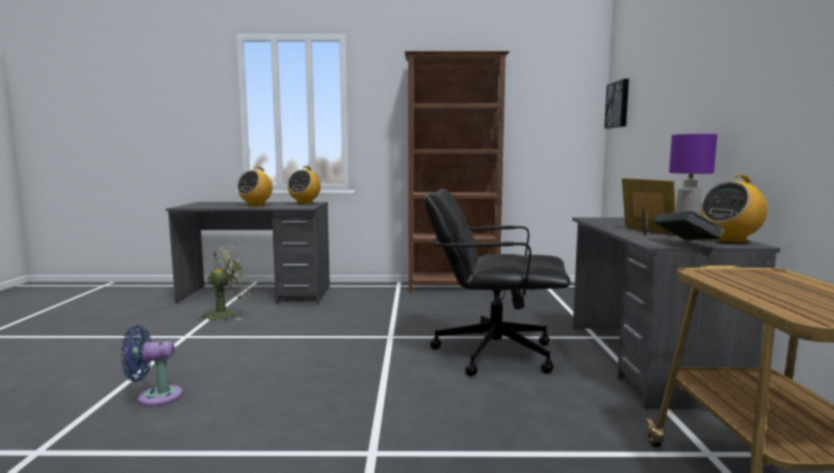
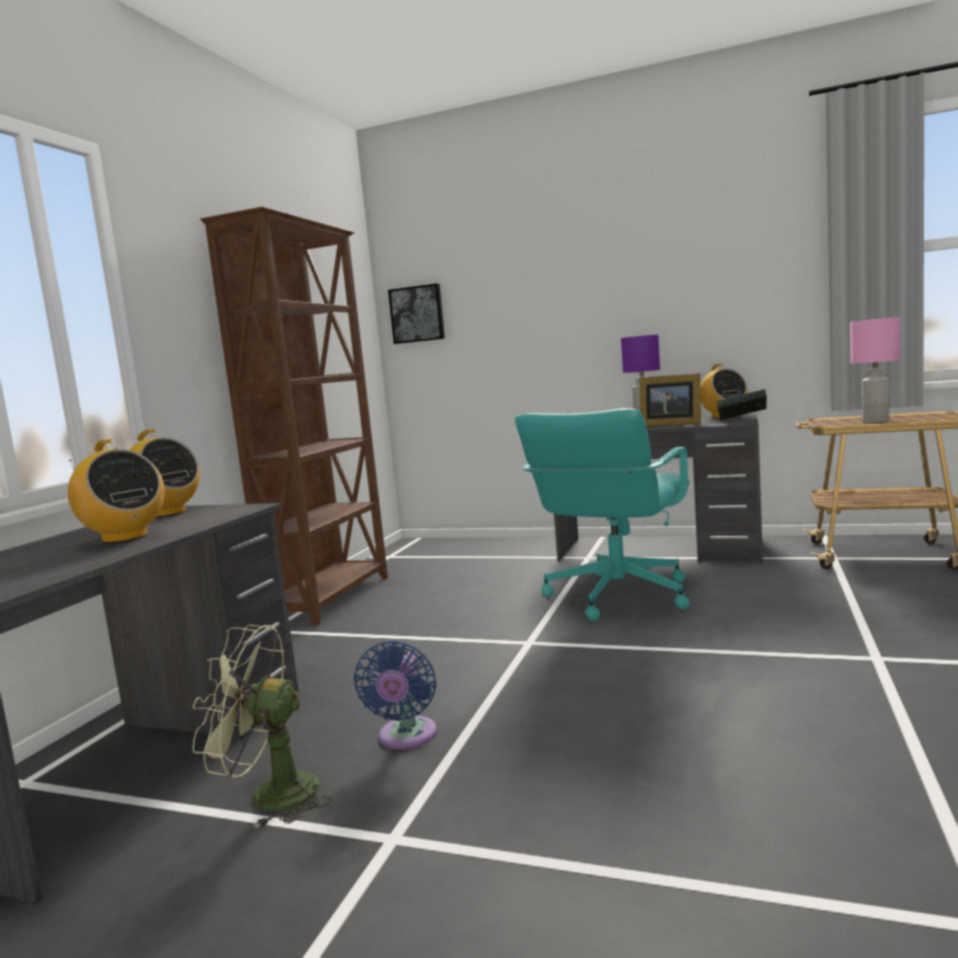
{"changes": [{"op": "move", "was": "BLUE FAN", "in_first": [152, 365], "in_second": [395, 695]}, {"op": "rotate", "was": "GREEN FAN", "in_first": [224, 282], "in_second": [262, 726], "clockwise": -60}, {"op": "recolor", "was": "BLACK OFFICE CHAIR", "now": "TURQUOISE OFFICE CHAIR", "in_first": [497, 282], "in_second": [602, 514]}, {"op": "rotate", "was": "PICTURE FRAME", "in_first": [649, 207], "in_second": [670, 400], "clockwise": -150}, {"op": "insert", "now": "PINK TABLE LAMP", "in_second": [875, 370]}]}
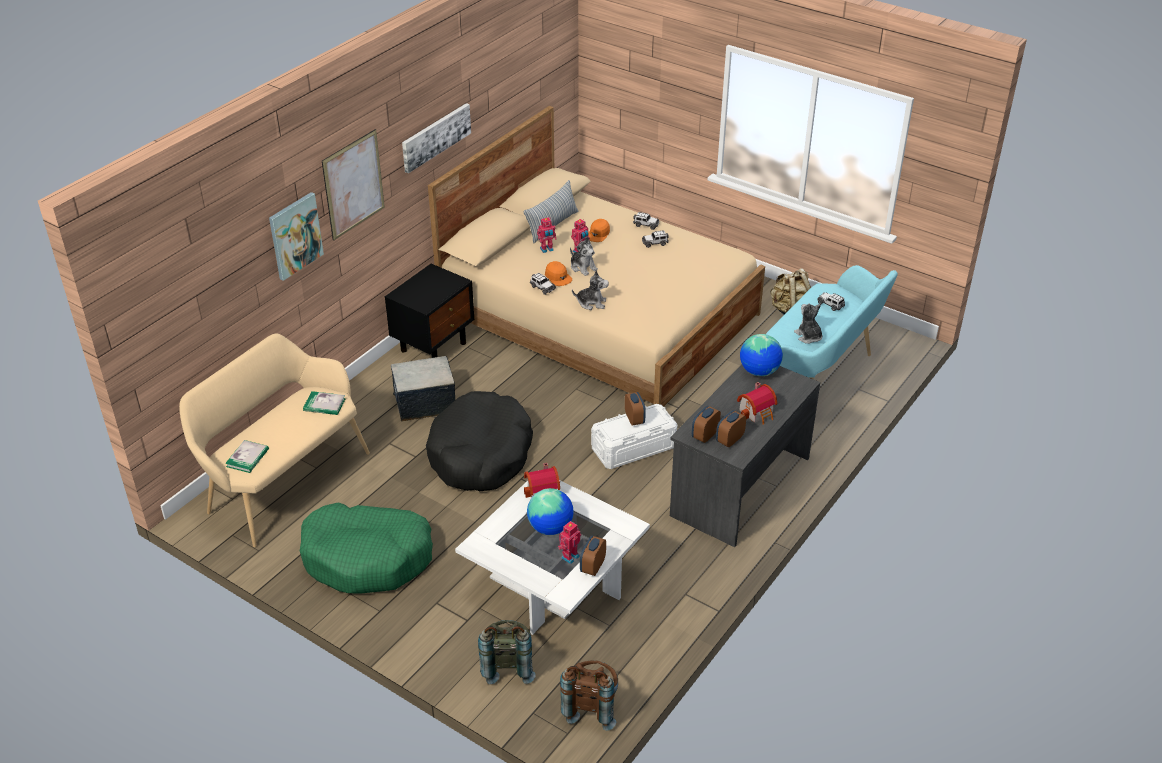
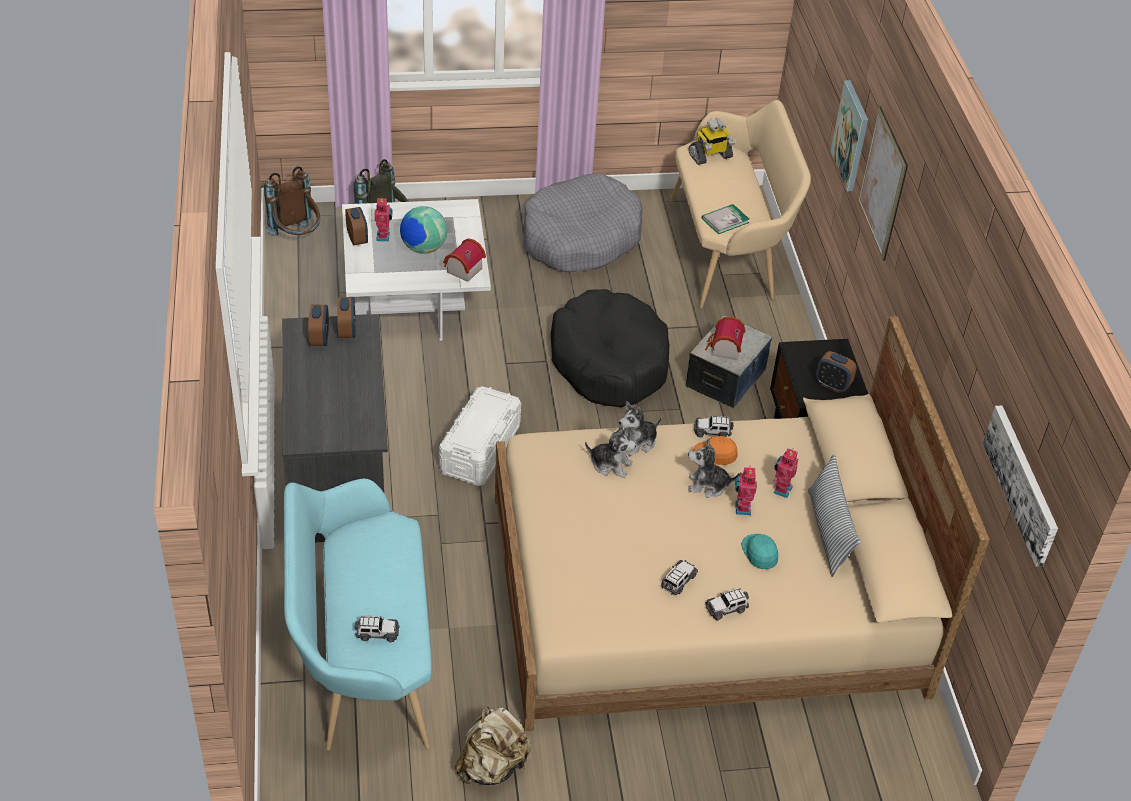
{"changes": [{"op": "replace", "was": "BOOK", "now": "TOY ROBOT", "in_first": [247, 456], "in_second": [712, 141]}, {"op": "recolor", "was": "GREEN DOG BED", "now": "GREY DOG BED", "in_first": [366, 547], "in_second": [583, 223]}, {"op": "move", "was": "PICTURE", "in_first": [436, 138], "in_second": [1020, 486]}, {"op": "recolor", "was": "ORANGE CAP", "now": "TURQUOISE CAP", "in_first": [599, 230], "in_second": [759, 551]}, {"op": "move", "was": "ALARM CLOCK", "in_first": [635, 409], "in_second": [836, 372]}, {"op": "move", "was": "TOY HOUSE", "in_first": [757, 403], "in_second": [725, 338]}, {"op": "delete", "was": "GLOBE", "in_first": [761, 355]}, {"op": "move", "was": "PLUSH TOY", "in_first": [808, 323], "in_second": [610, 452]}]}
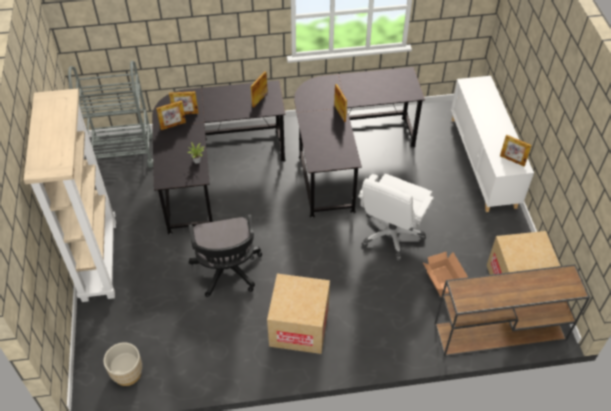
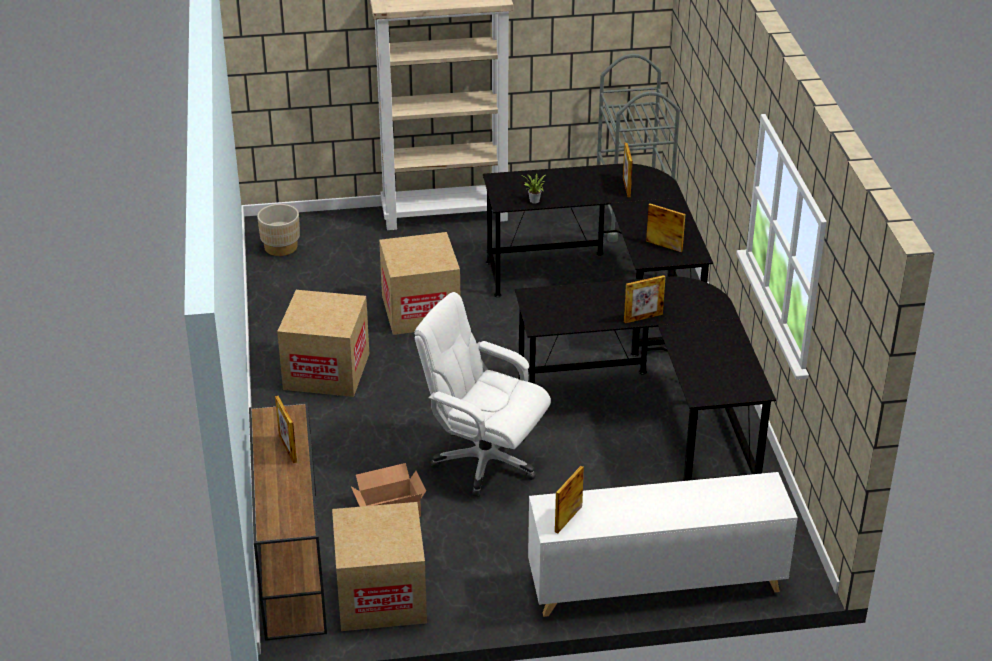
{"changes": [{"op": "move", "was": "PICTURE FRAME", "in_first": [171, 115], "in_second": [286, 429]}, {"op": "replace", "was": "BLACK OFFICE CHAIR", "now": "CARDBOARD BOX", "in_first": [225, 255], "in_second": [419, 283]}]}
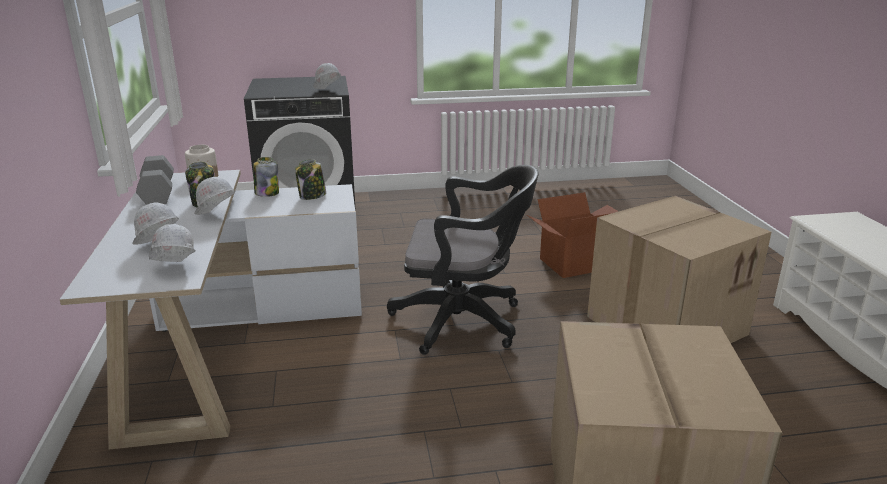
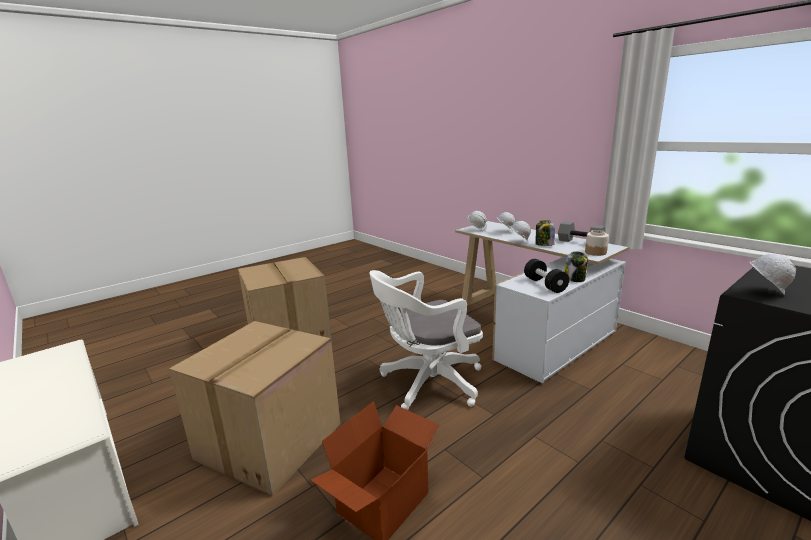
{"changes": [{"op": "replace", "was": "JAR", "now": "BLACK DUMBBELL", "in_first": [310, 179], "in_second": [546, 276]}, {"op": "recolor", "was": "BLACK OFFICE CHAIR", "now": "WHITE OFFICE CHAIR", "in_first": [463, 260], "in_second": [426, 340]}]}
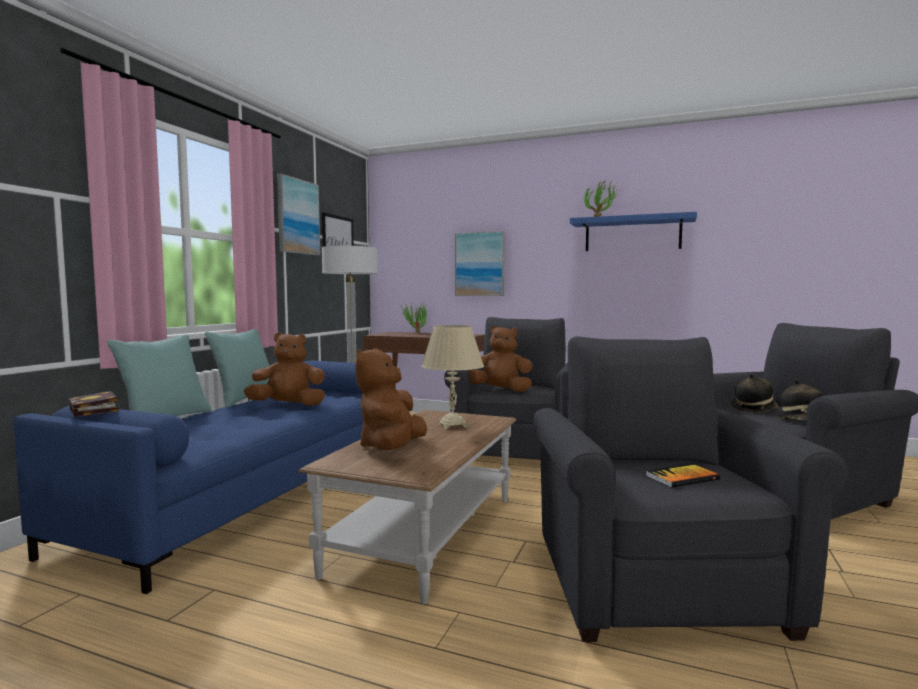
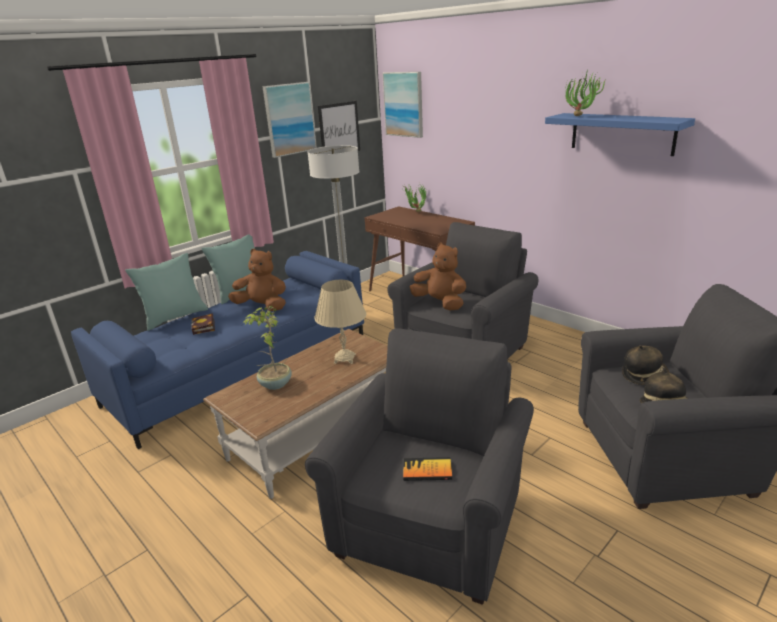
{"changes": [{"op": "move", "was": "BOOK", "in_first": [94, 404], "in_second": [203, 324]}, {"op": "replace", "was": "BROWN PLUSH TOY", "now": "POTTED PLANT", "in_first": [391, 399], "in_second": [268, 348]}, {"op": "move", "was": "PICTURE", "in_first": [480, 263], "in_second": [403, 105]}]}
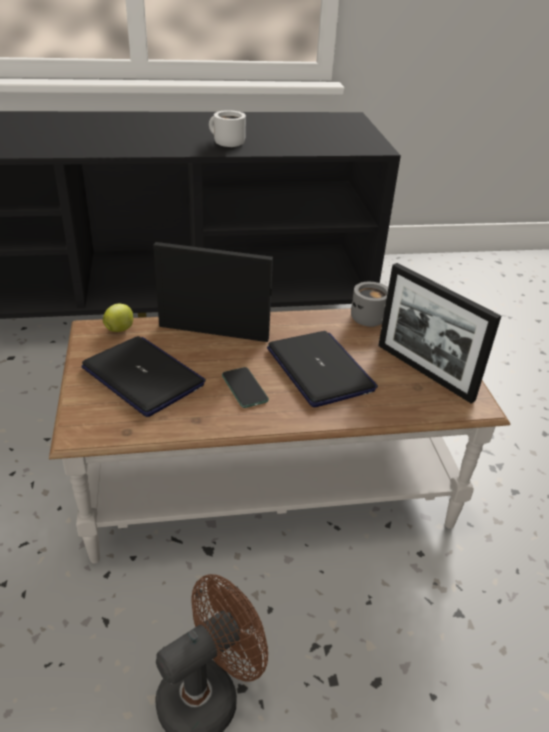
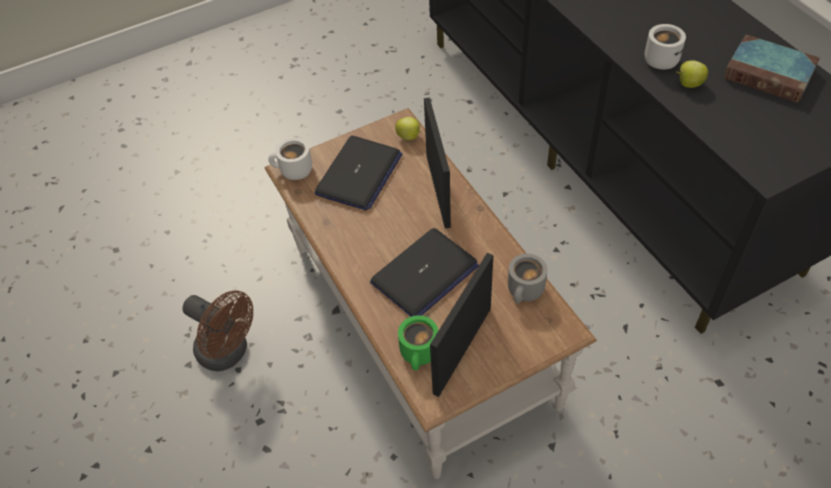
{"changes": [{"op": "delete", "was": "PHONE", "in_first": [245, 387]}, {"op": "insert", "now": "WHITE MUG", "in_second": [290, 159]}, {"op": "insert", "now": "GREEN MUG", "in_second": [418, 342]}, {"op": "insert", "now": "APPLE", "in_second": [692, 74]}, {"op": "insert", "now": "BOOK", "in_second": [771, 69]}]}
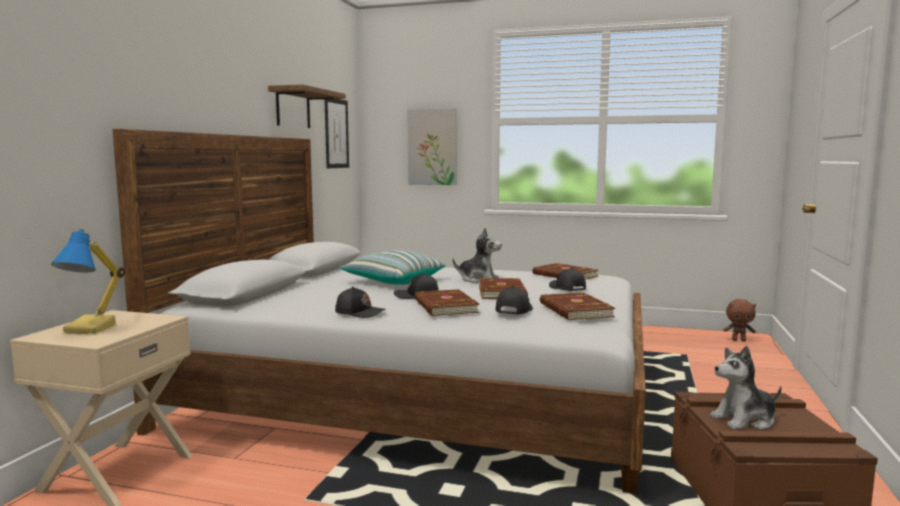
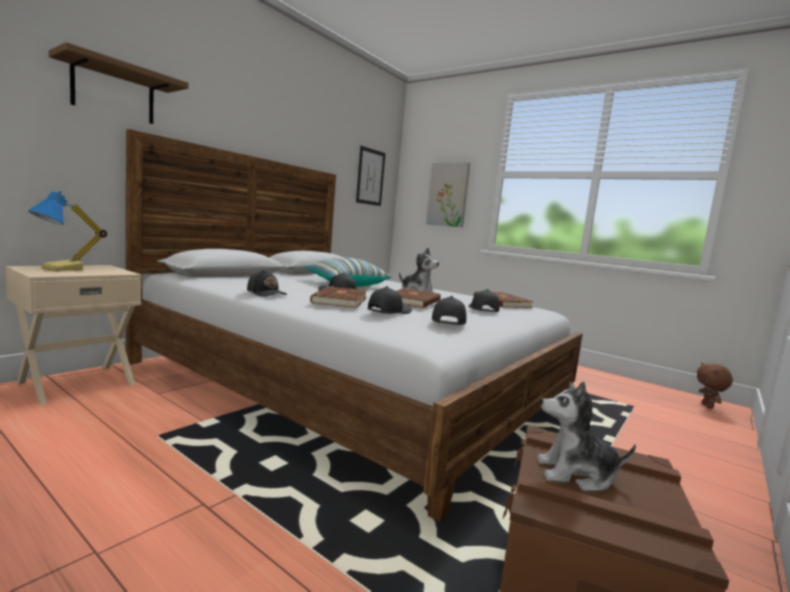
{"changes": [{"op": "move", "was": "SHELF", "in_first": [307, 106], "in_second": [119, 83]}, {"op": "replace", "was": "BROWN BOOK", "now": "BLACK CAP", "in_first": [577, 306], "in_second": [449, 310]}, {"op": "rotate", "was": "BROWN PLUSH TOY", "in_first": [740, 320], "in_second": [715, 385], "clockwise": 60}]}
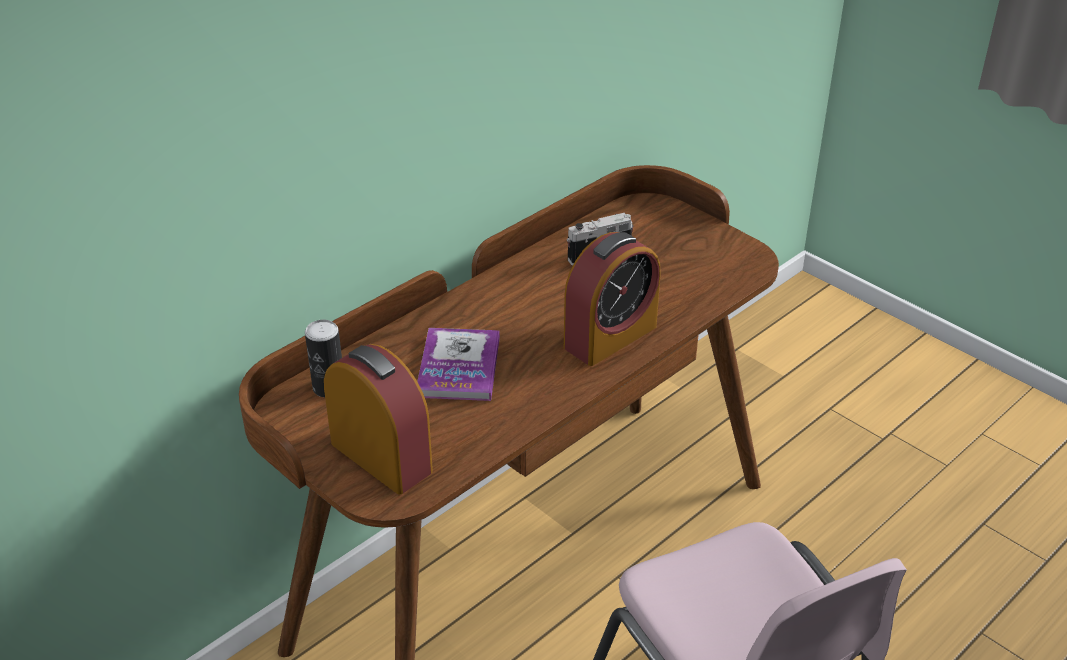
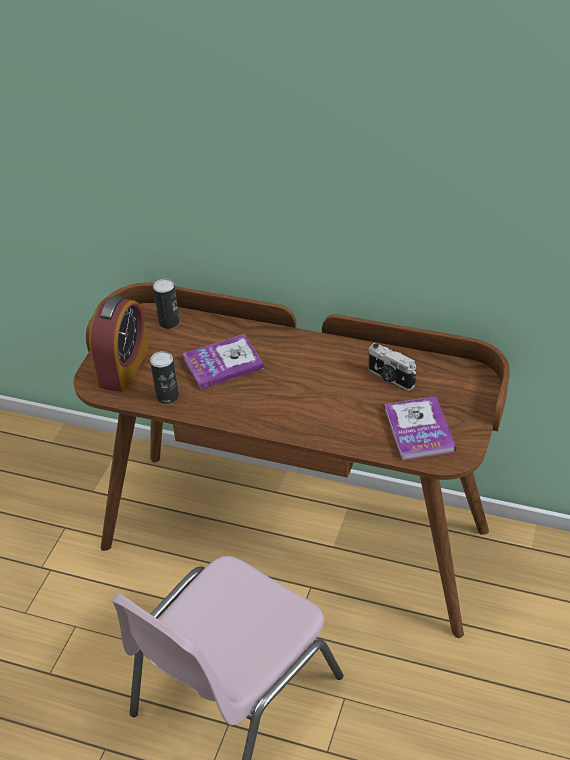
{"changes": [{"op": "delete", "was": "ALARM CLOCK", "in_first": [612, 299]}, {"op": "insert", "now": "CAN", "in_second": [164, 377]}, {"op": "insert", "now": "BOOK", "in_second": [420, 428]}]}
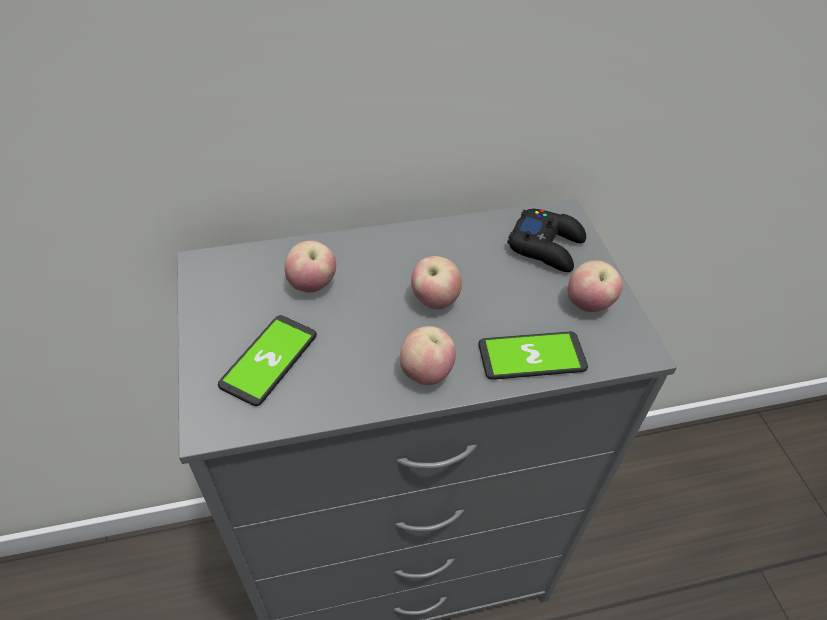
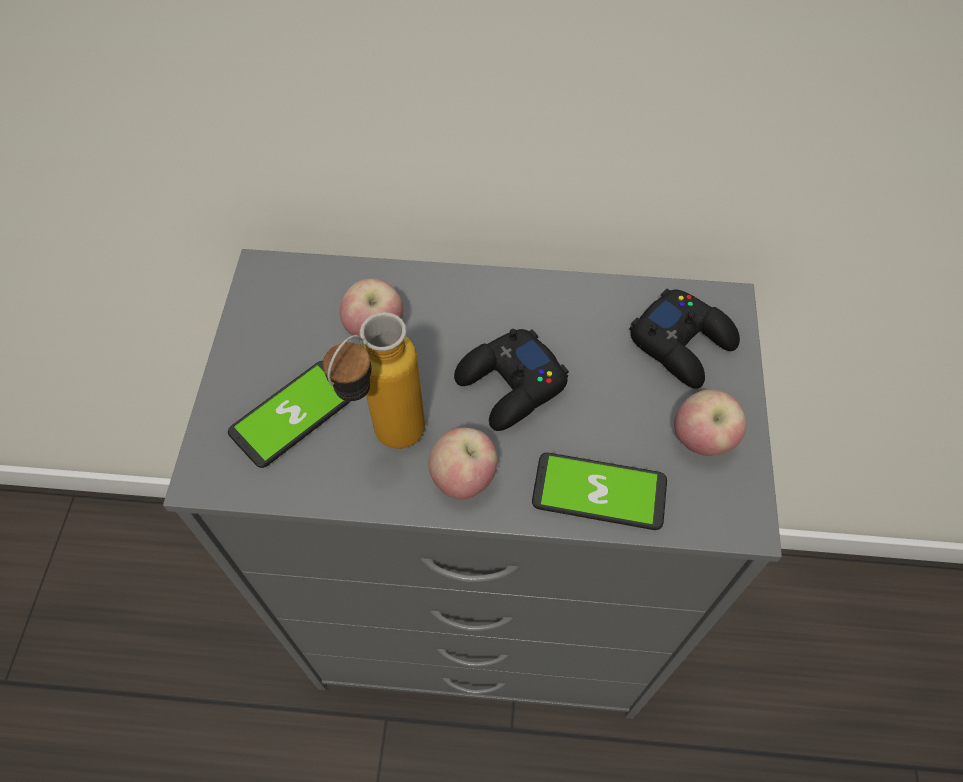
{"changes": [{"op": "replace", "was": "APPLE", "now": "BLACK GAME CONTROLLER", "in_first": [436, 282], "in_second": [511, 380]}, {"op": "insert", "now": "BOTTLE", "in_second": [374, 380]}]}
